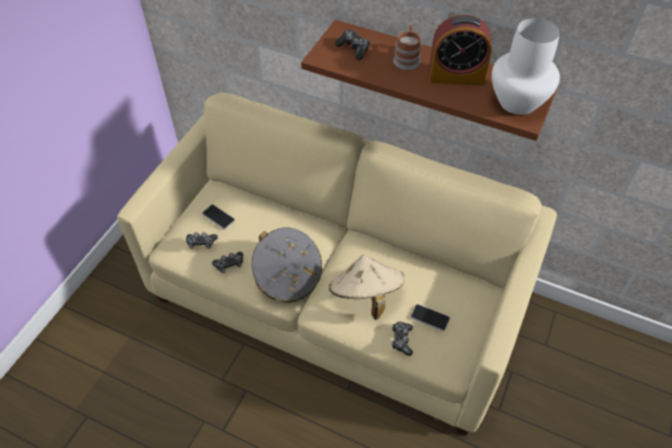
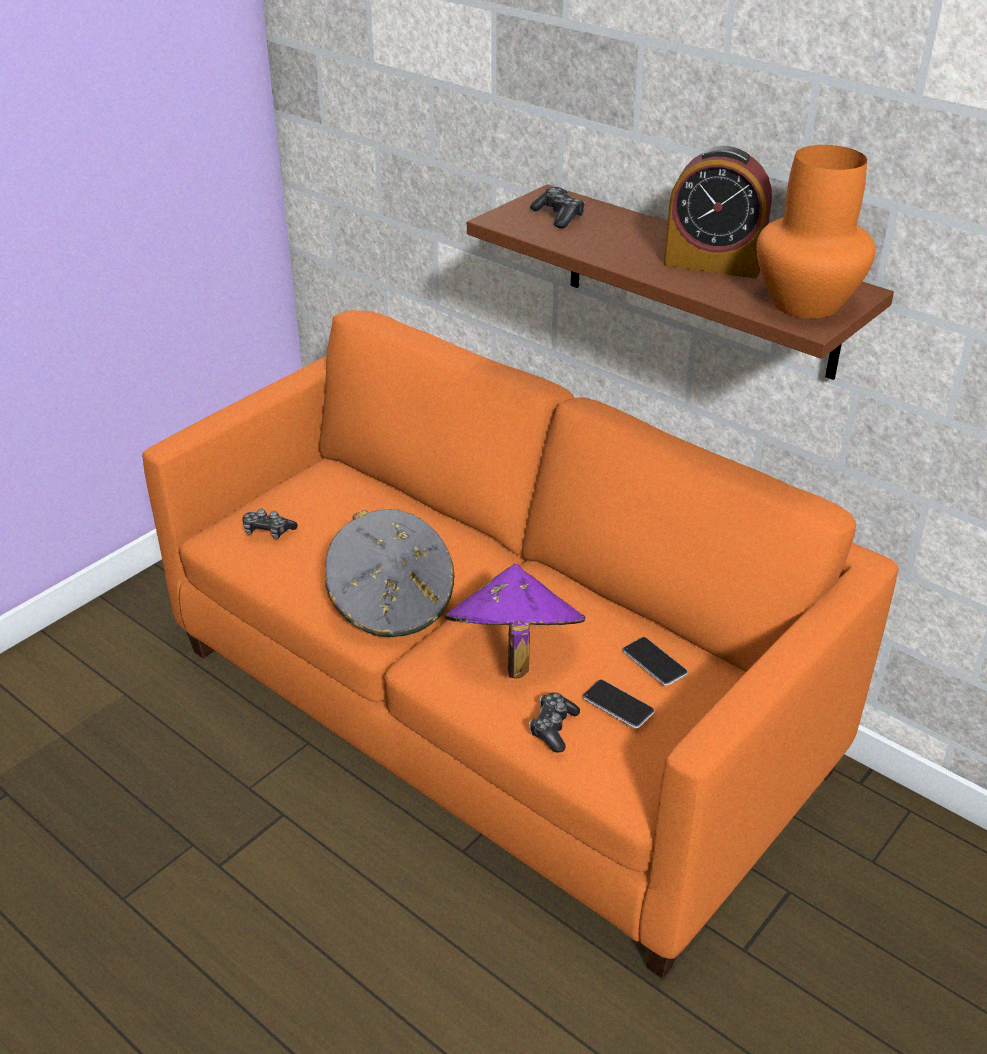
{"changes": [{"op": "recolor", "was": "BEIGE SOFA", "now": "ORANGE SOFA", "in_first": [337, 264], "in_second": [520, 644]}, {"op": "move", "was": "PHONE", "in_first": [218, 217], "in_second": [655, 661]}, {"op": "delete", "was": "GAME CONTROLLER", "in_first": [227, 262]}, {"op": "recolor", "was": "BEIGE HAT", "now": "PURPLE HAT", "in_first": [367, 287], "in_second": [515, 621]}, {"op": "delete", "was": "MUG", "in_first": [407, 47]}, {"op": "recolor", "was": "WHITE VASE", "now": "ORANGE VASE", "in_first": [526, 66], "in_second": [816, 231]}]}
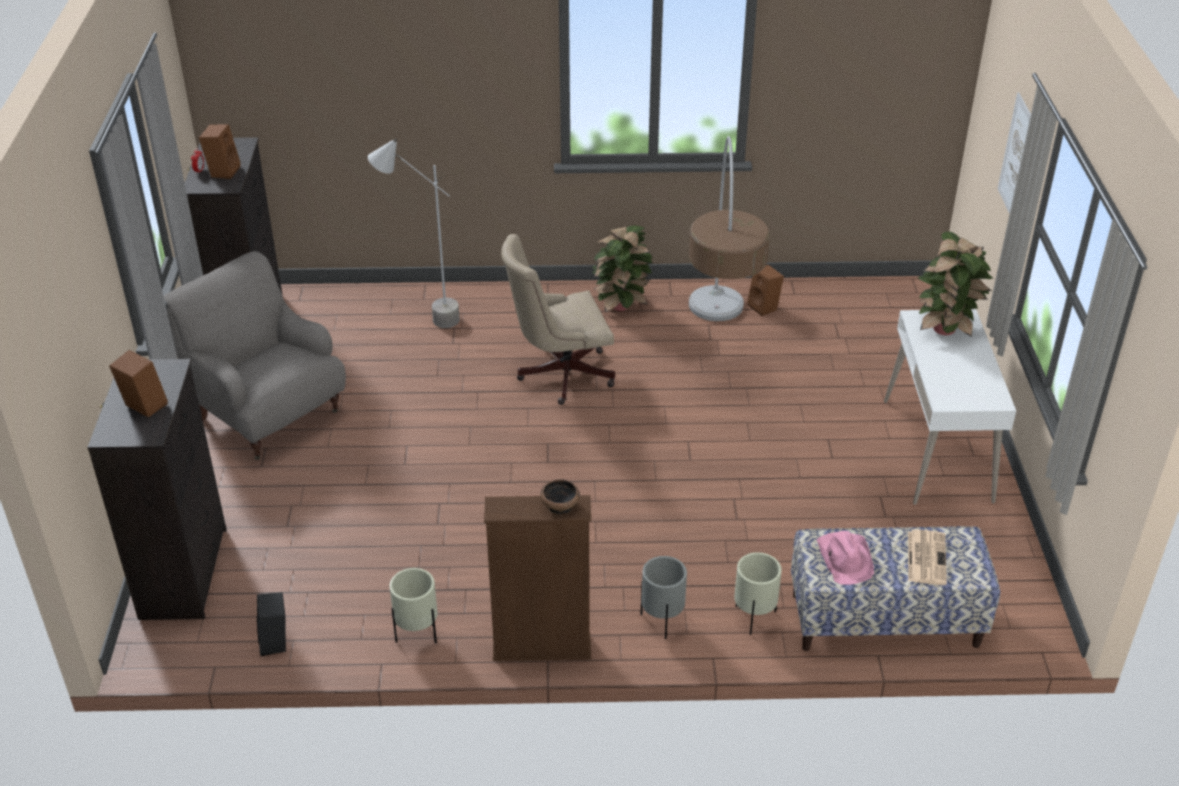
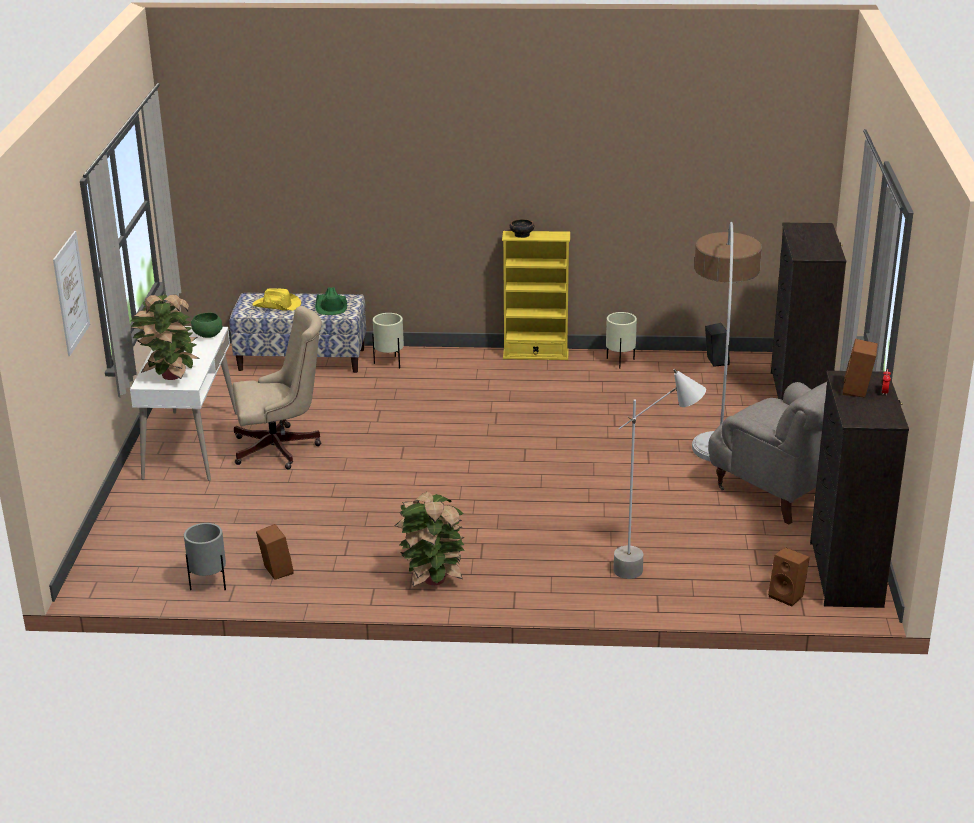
{"changes": [{"op": "move", "was": "BROWN SPEAKER", "in_first": [138, 384], "in_second": [789, 577]}, {"op": "recolor", "was": "BROWN BOOKCASE", "now": "YELLOW BOOKCASE", "in_first": [537, 578], "in_second": [536, 295]}, {"op": "move", "was": "BEIGE OFFICE CHAIR", "in_first": [558, 319], "in_second": [277, 387]}, {"op": "move", "was": "GREY PLANTER", "in_first": [664, 597], "in_second": [205, 557]}, {"op": "move", "was": "FLOOR LAMP", "in_first": [729, 228], "in_second": [727, 342]}, {"op": "recolor", "was": "PINK HAT", "now": "GREEN HAT", "in_first": [845, 558], "in_second": [331, 301]}, {"op": "replace", "was": "NEWSPAPER", "now": "YELLOW HAT", "in_first": [927, 557], "in_second": [277, 299]}, {"op": "insert", "now": "GREEN BOWL", "in_second": [207, 325]}]}
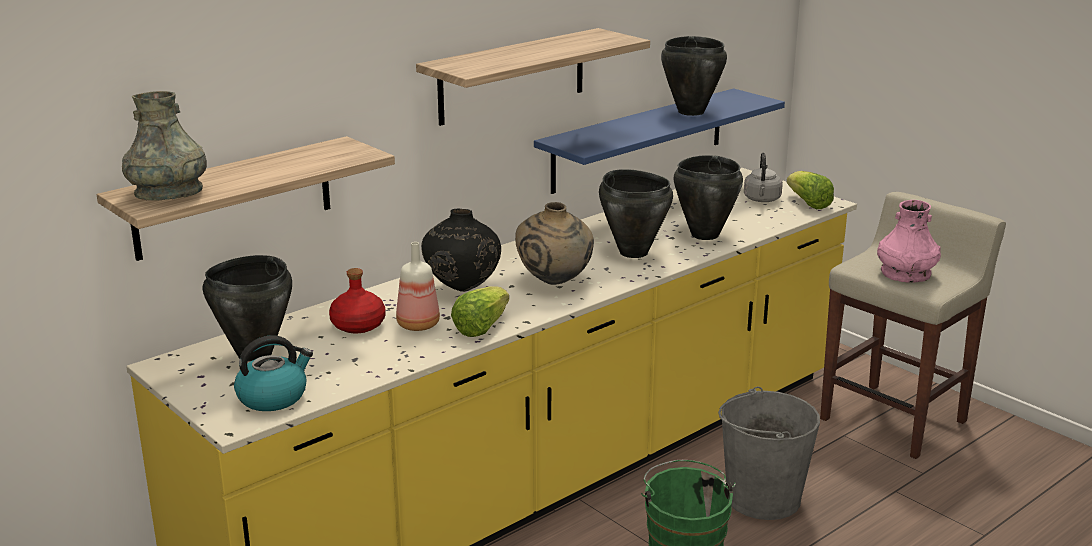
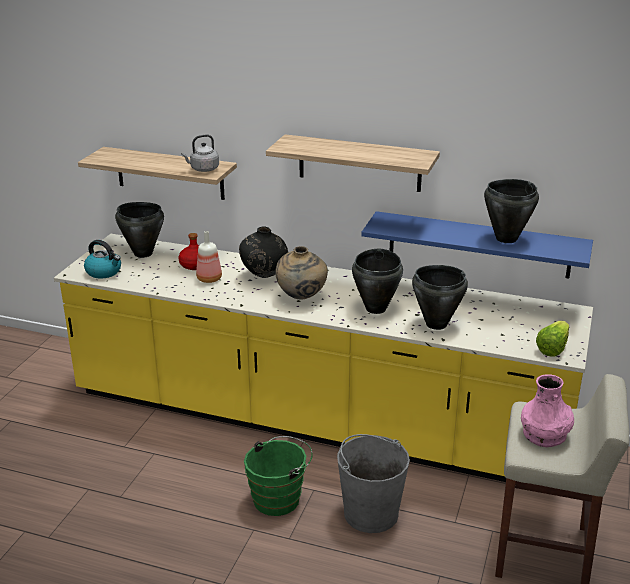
{"changes": [{"op": "delete", "was": "GREY VASE", "in_first": [164, 146]}, {"op": "delete", "was": "LETTUCE", "in_first": [480, 311]}, {"op": "move", "was": "GREY KETTLE", "in_first": [763, 177], "in_second": [200, 153]}]}
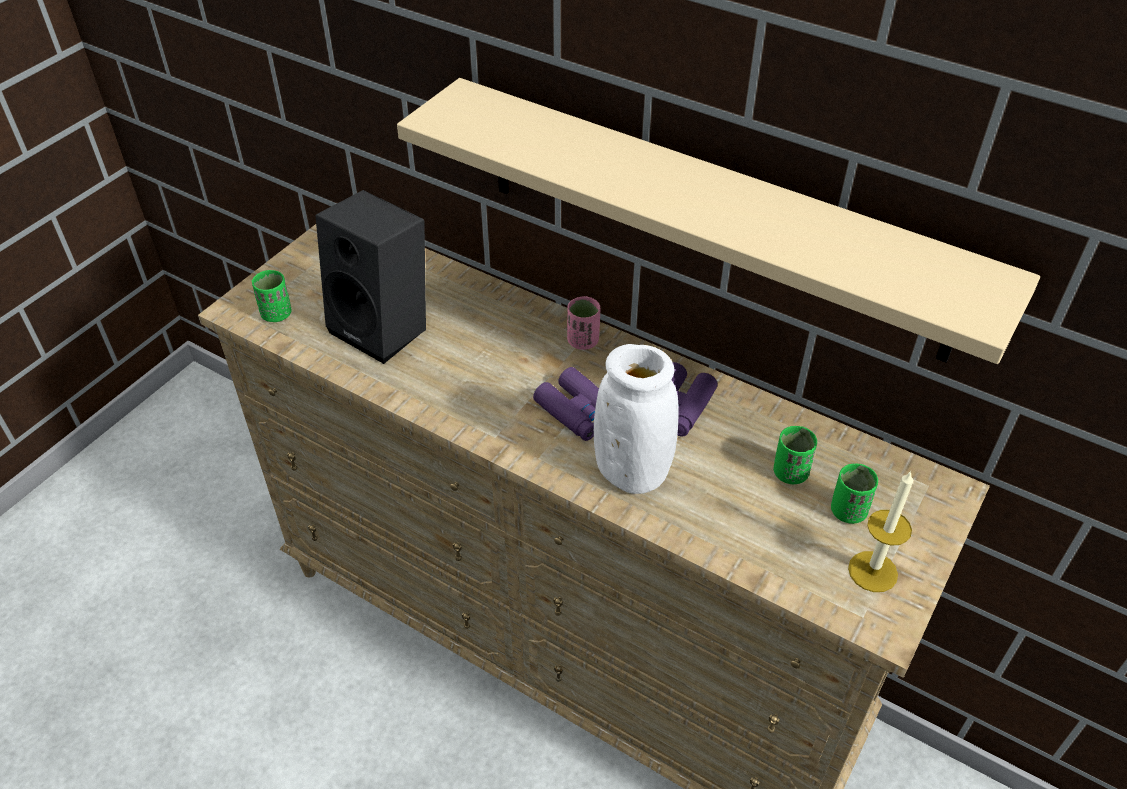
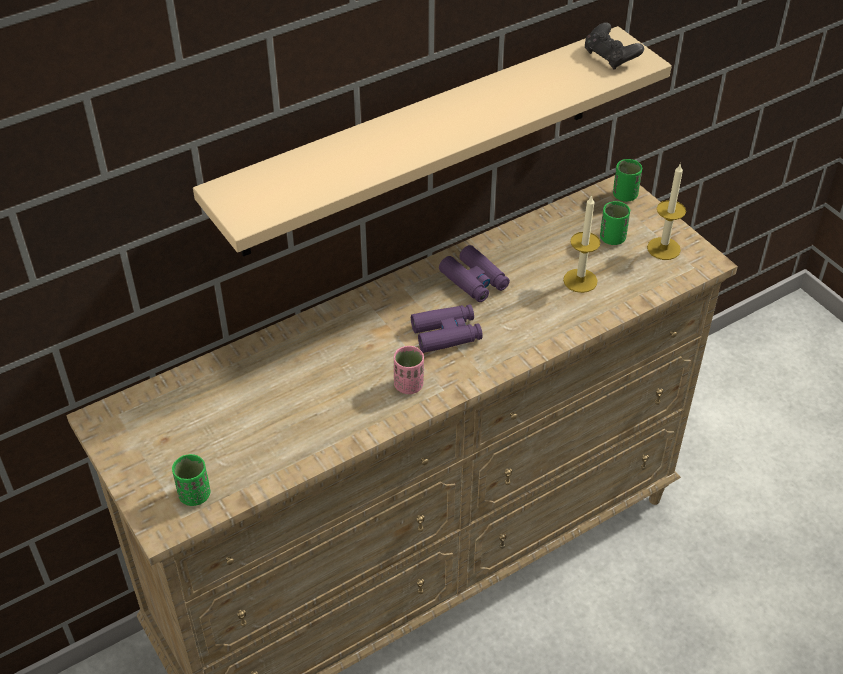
{"changes": [{"op": "delete", "was": "BLACK SPEAKER", "in_first": [371, 277]}, {"op": "move", "was": "PINK CUP", "in_first": [583, 323], "in_second": [409, 370]}, {"op": "delete", "was": "WHITE VASE", "in_first": [636, 419]}, {"op": "move", "was": "GREEN CUP", "in_first": [795, 455], "in_second": [628, 180]}, {"op": "insert", "now": "CANDLE", "in_second": [581, 244]}, {"op": "insert", "now": "BLACK GAME CONTROLLER", "in_second": [614, 46]}]}
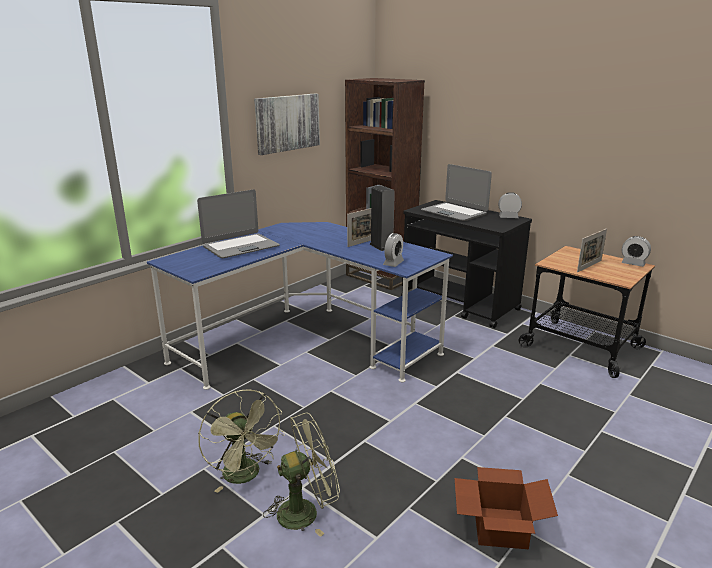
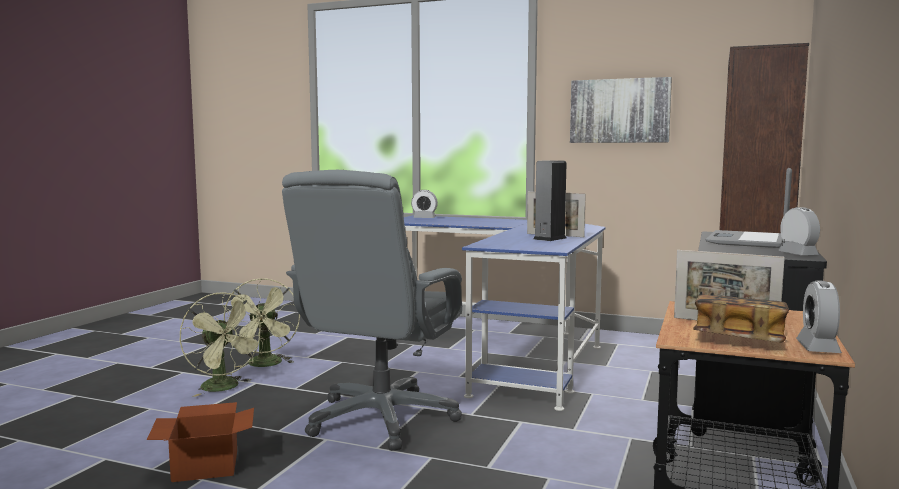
{"changes": [{"op": "delete", "was": "LAPTOP", "in_first": [238, 223]}, {"op": "rotate", "was": "GREEN FAN", "in_first": [241, 441], "in_second": [262, 322], "clockwise": -45}, {"op": "move", "was": "ALARM CLOCK", "in_first": [393, 250], "in_second": [424, 204]}, {"op": "insert", "now": "GREY OFFICE CHAIR", "in_second": [372, 310]}, {"op": "insert", "now": "BOOK", "in_second": [741, 318]}]}
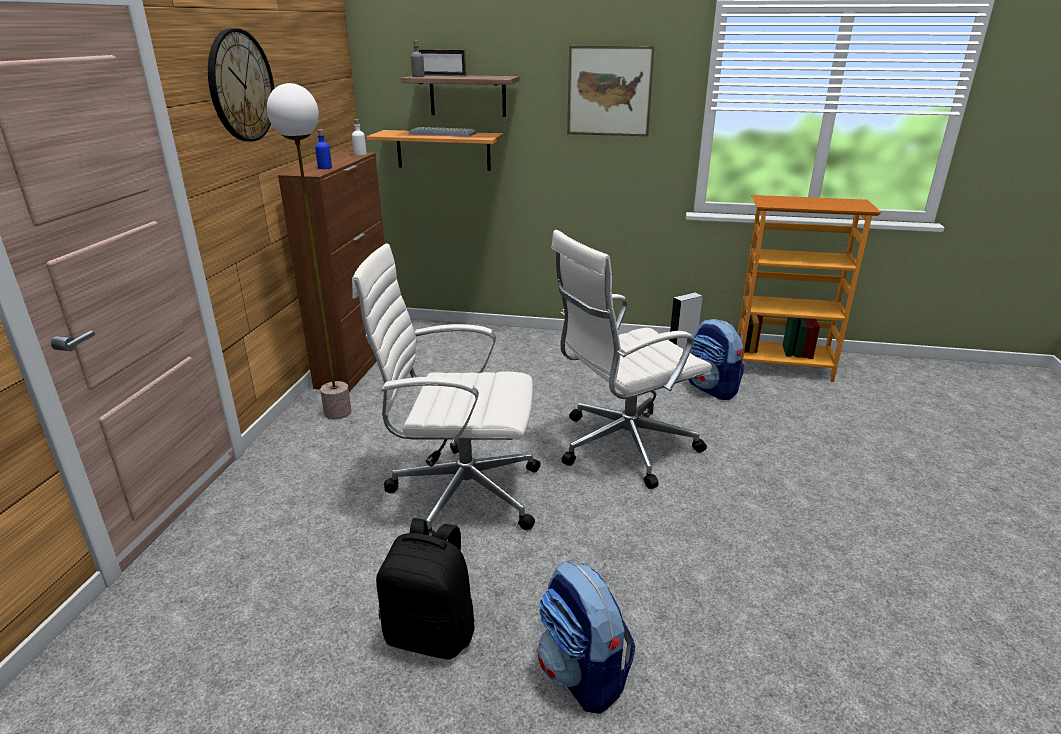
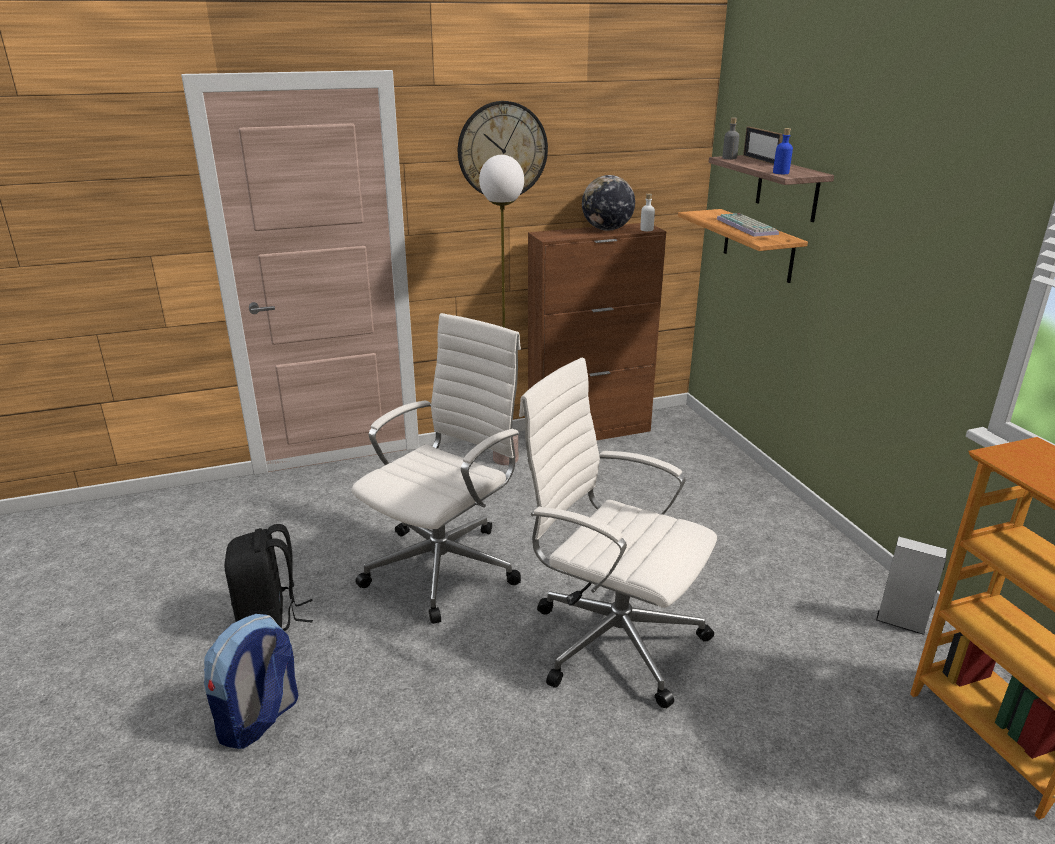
{"changes": [{"op": "move", "was": "BLUE BOTTLE", "in_first": [323, 149], "in_second": [783, 151]}, {"op": "rotate", "was": "WHITE OFFICE CHAIR", "in_first": [446, 390], "in_second": [436, 468], "clockwise": 60}, {"op": "delete", "was": "PICTURE", "in_first": [611, 91]}, {"op": "delete", "was": "BACKPACK", "in_first": [716, 359]}, {"op": "insert", "now": "GLOBE", "in_second": [608, 203]}]}
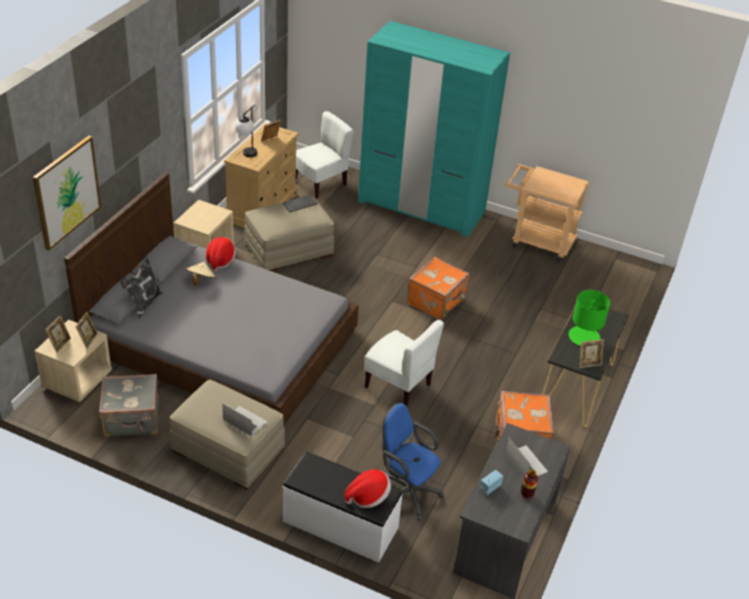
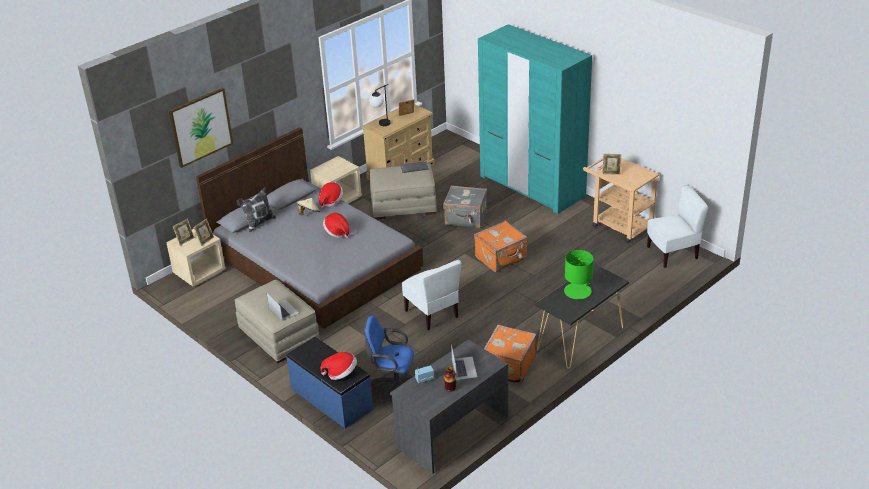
{"changes": [{"op": "move", "was": "GREY SUITCASE", "in_first": [129, 405], "in_second": [465, 207]}, {"op": "recolor", "was": "WHITE BENCH", "now": "BLUE BENCH", "in_first": [343, 507], "in_second": [329, 383]}, {"op": "move", "was": "WHITE CHAIR", "in_first": [325, 155], "in_second": [677, 226]}, {"op": "rotate", "was": "BLUE OFFICE CHAIR", "in_first": [413, 462], "in_second": [389, 359], "clockwise": -45}, {"op": "move", "was": "PICTURE FRAME", "in_first": [591, 353], "in_second": [611, 164]}, {"op": "insert", "now": "HAT", "in_second": [336, 225]}]}
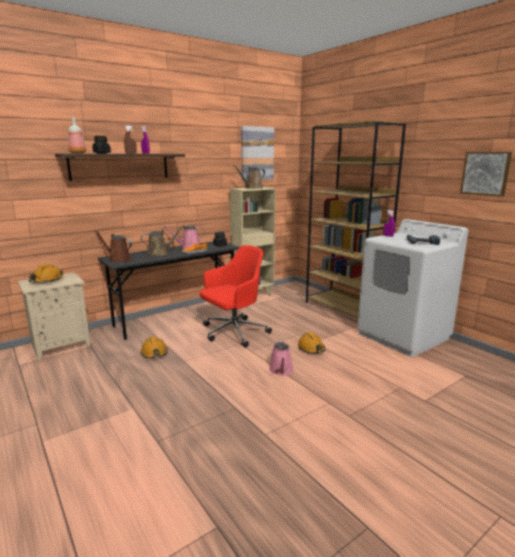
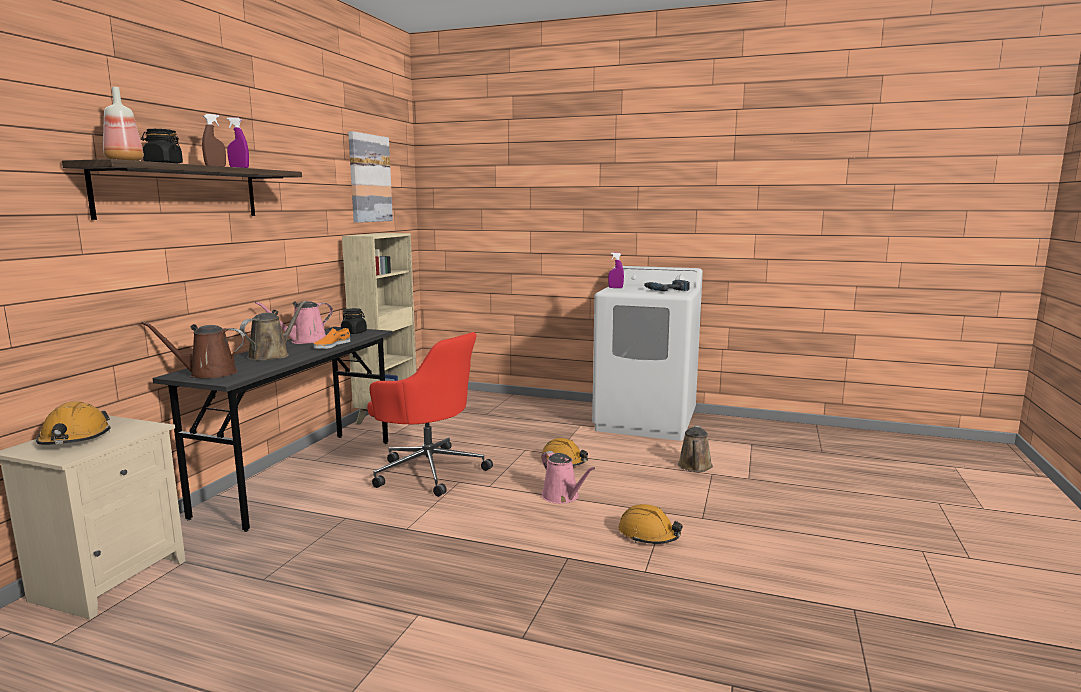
{"changes": [{"op": "move", "was": "ORANGE HARD HAT", "in_first": [154, 347], "in_second": [651, 524]}, {"op": "rotate", "was": "RED OFFICE CHAIR", "in_first": [236, 296], "in_second": [430, 414], "clockwise": 105}, {"op": "move", "was": "BROWN WATERING CAN", "in_first": [249, 177], "in_second": [695, 448]}, {"op": "delete", "was": "BROWN BOOKCASE", "in_first": [356, 219]}, {"op": "delete", "was": "PICTURE", "in_first": [486, 174]}]}
